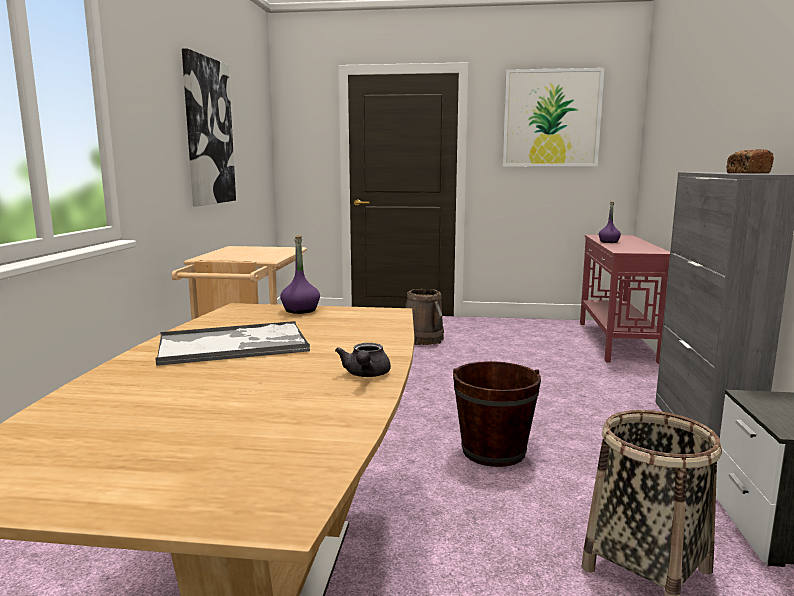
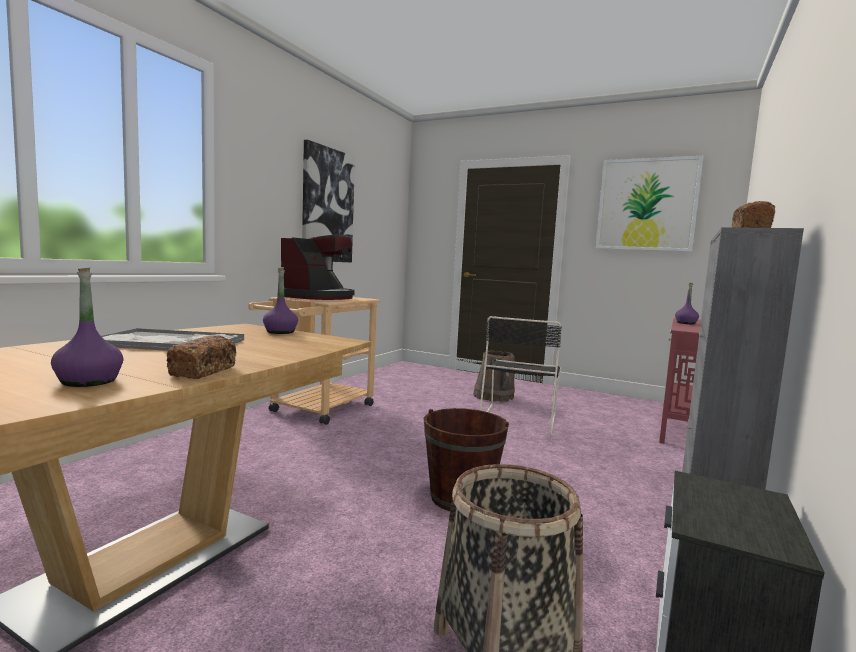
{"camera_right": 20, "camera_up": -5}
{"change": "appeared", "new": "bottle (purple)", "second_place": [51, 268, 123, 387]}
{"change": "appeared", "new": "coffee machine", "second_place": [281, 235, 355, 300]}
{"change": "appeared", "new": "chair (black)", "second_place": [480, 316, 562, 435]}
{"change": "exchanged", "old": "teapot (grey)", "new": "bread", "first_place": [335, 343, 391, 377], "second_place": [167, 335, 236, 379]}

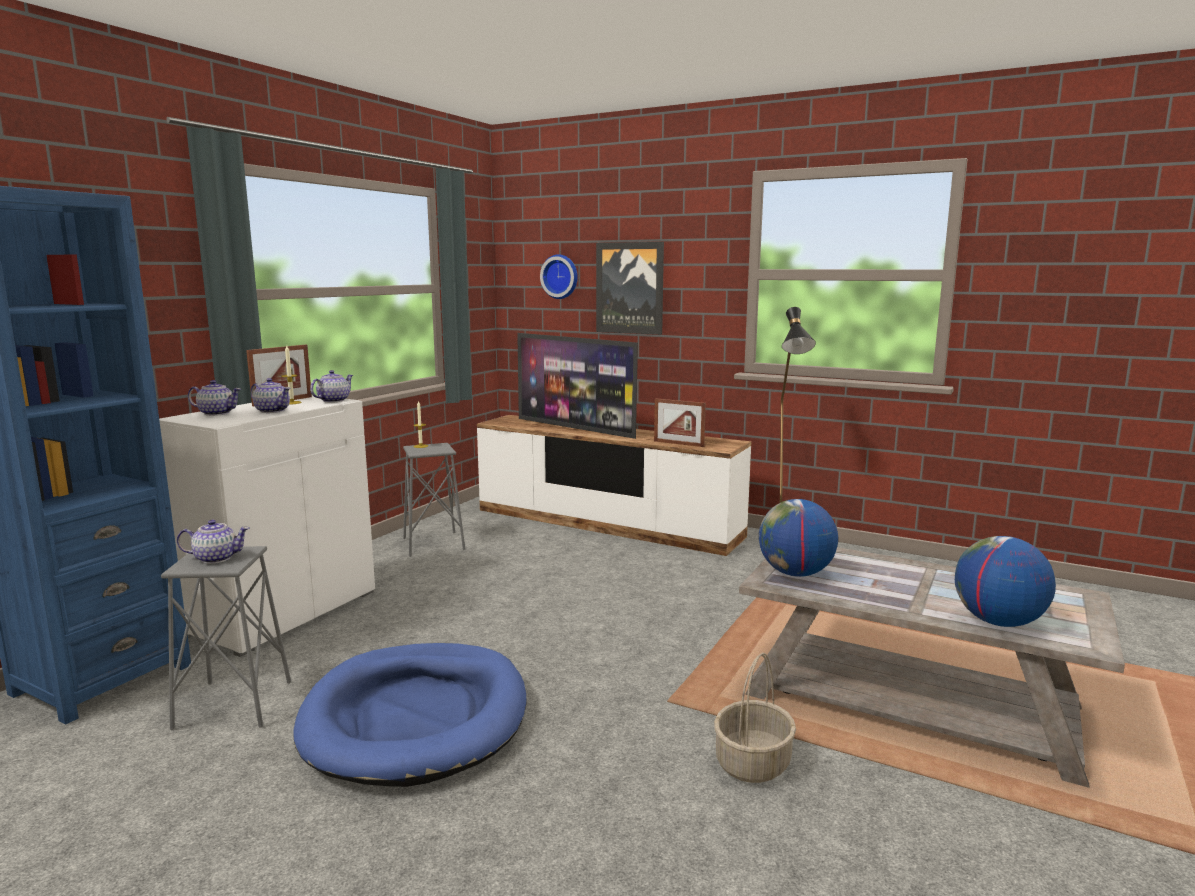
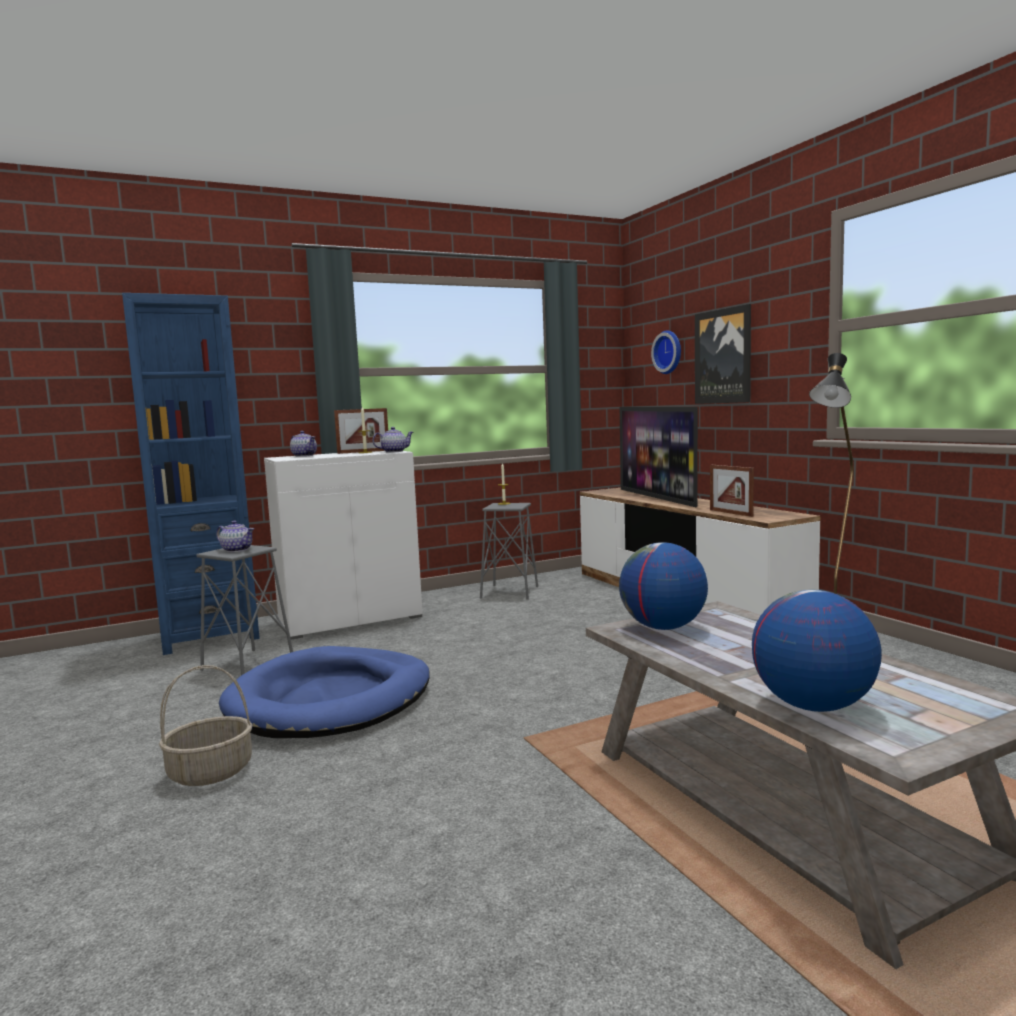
{"camera_right": 35, "camera_up": -5}
{"change": "missing", "old": "teapot", "first_place": [251, 378, 290, 413]}
{"change": "relocated", "old": "basket", "first_place": [714, 653, 796, 783], "second_place": [159, 665, 252, 786]}

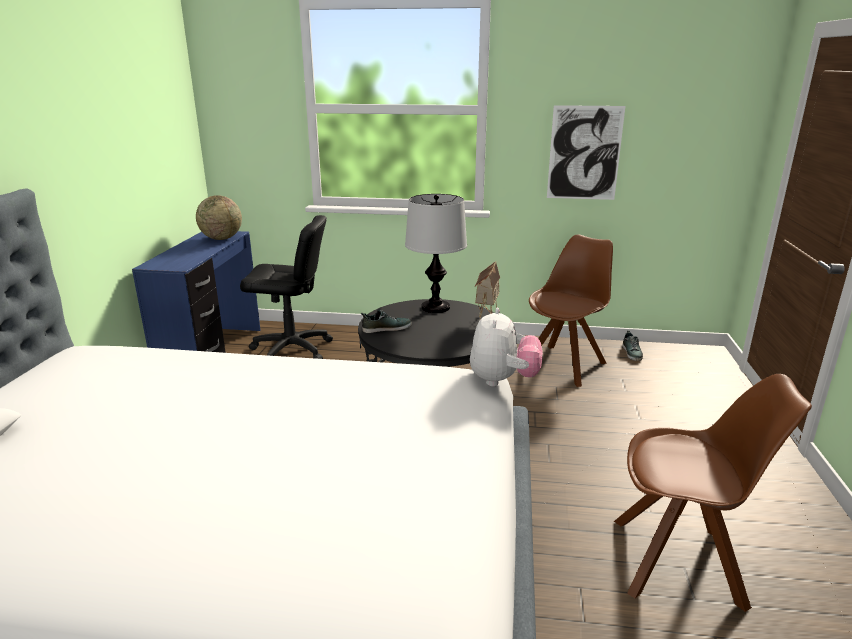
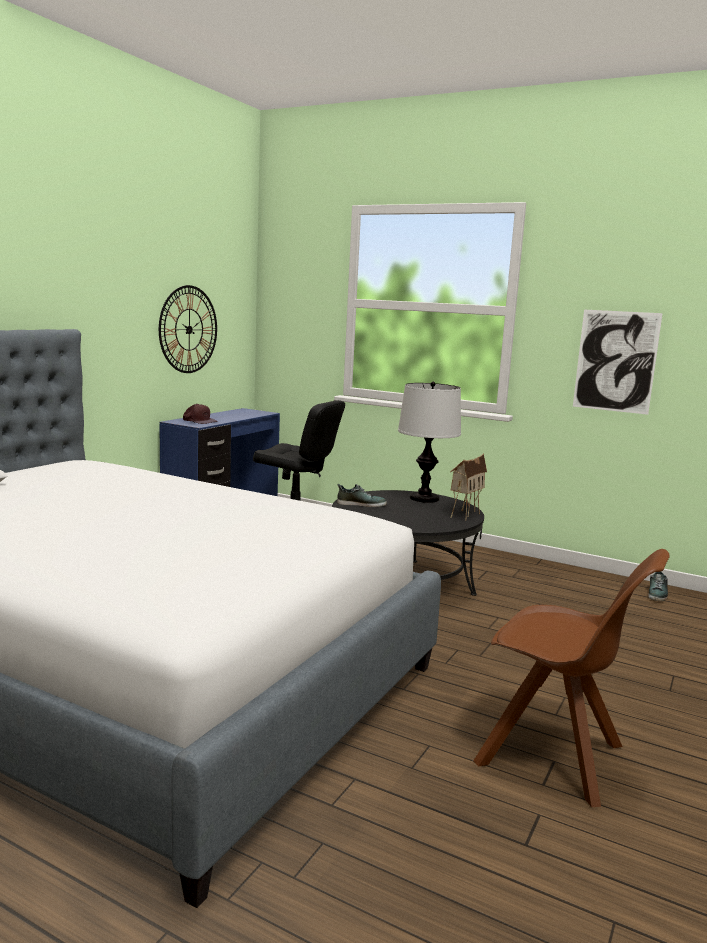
{"camera_right": 20, "camera_up": -10}
{"change": "missing", "old": "globe", "first_place": [196, 196, 242, 240]}
{"change": "missing", "old": "plush toy", "first_place": [470, 308, 543, 387]}
{"change": "missing", "old": "chair (brown)", "first_place": [529, 234, 613, 387]}
{"change": "appeared", "new": "wall clock", "second_place": [159, 285, 217, 373]}
{"change": "appeared", "new": "cap (brown)", "second_place": [183, 404, 218, 424]}

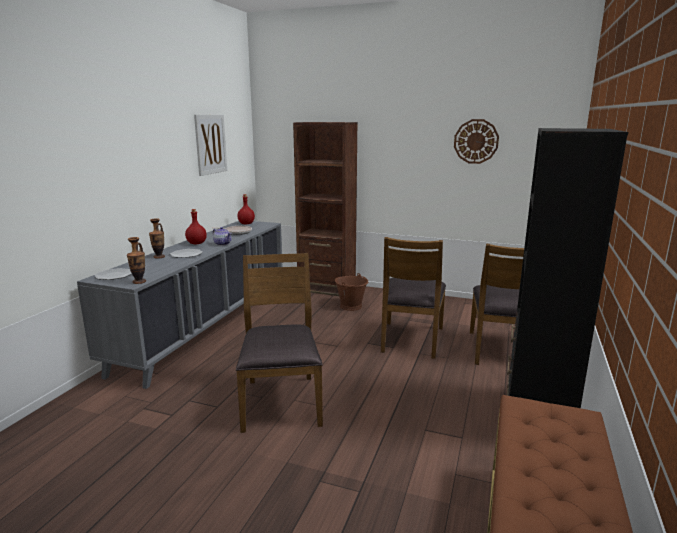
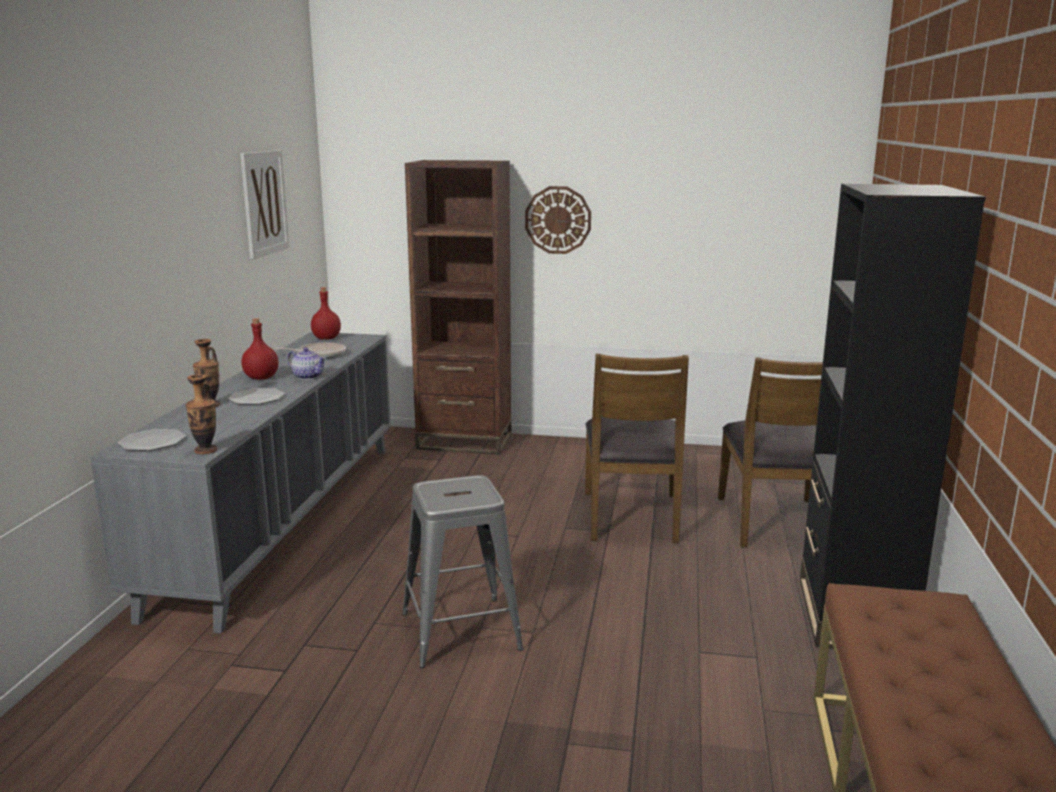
{"camera_right": -10, "camera_up": 0}
{"change": "missing", "old": "bucket (brown)", "first_place": [335, 273, 368, 311]}
{"change": "relocated", "old": "wall clock", "first_place": [454, 119, 499, 164], "second_place": [525, 186, 591, 254]}
{"change": "exchanged", "old": "chair (brown)", "new": "stool (grey)", "first_place": [236, 253, 323, 433], "second_place": [402, 475, 524, 668]}

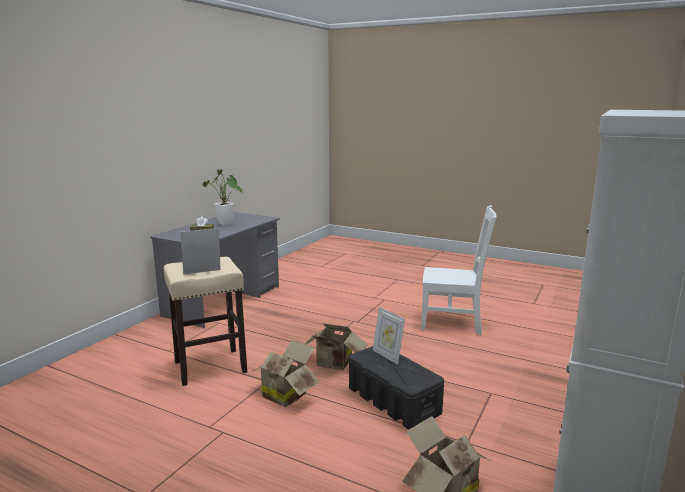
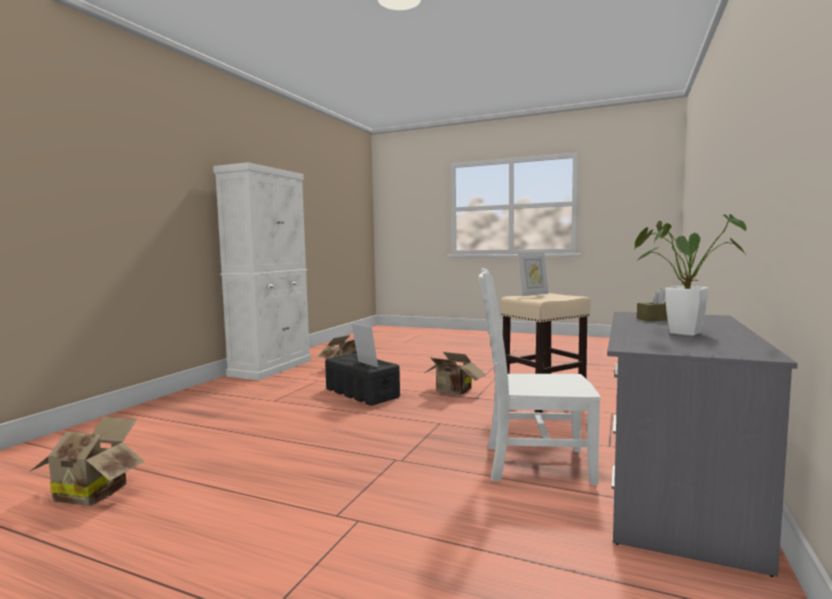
{"camera_right": 175, "camera_up": -10}
{"change": "relocated", "old": "cardboard box", "first_place": [305, 323, 368, 370], "second_place": [29, 417, 145, 506]}
{"change": "relocated", "old": "chair (white)", "first_place": [421, 205, 497, 335], "second_place": [478, 268, 601, 485]}

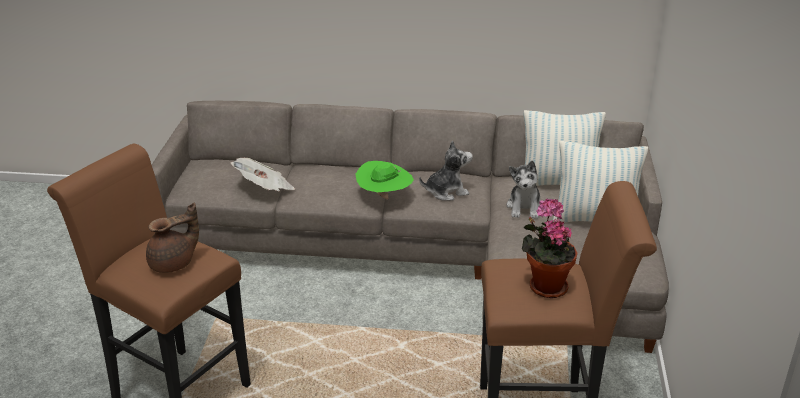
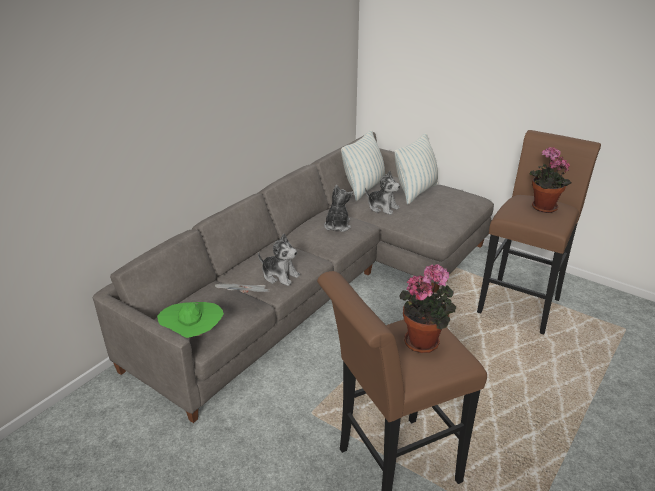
{"camera_right": -60, "camera_up": 0}
{"change": "appeared", "new": "plush toy", "second_place": [258, 234, 300, 286]}
{"change": "relocated", "old": "hat (green)", "first_place": [355, 161, 414, 200], "second_place": [157, 302, 224, 338]}
{"change": "exchanged", "old": "teapot (brown)", "new": "potted plant", "first_place": [146, 203, 199, 273], "second_place": [399, 264, 456, 353]}

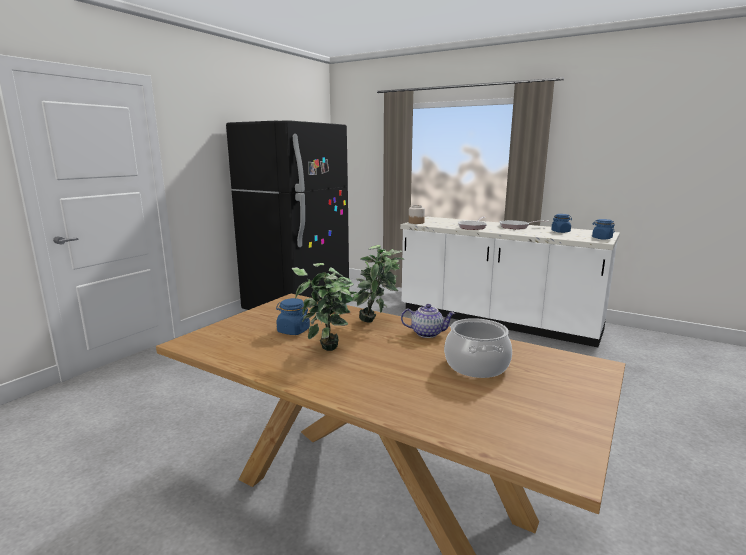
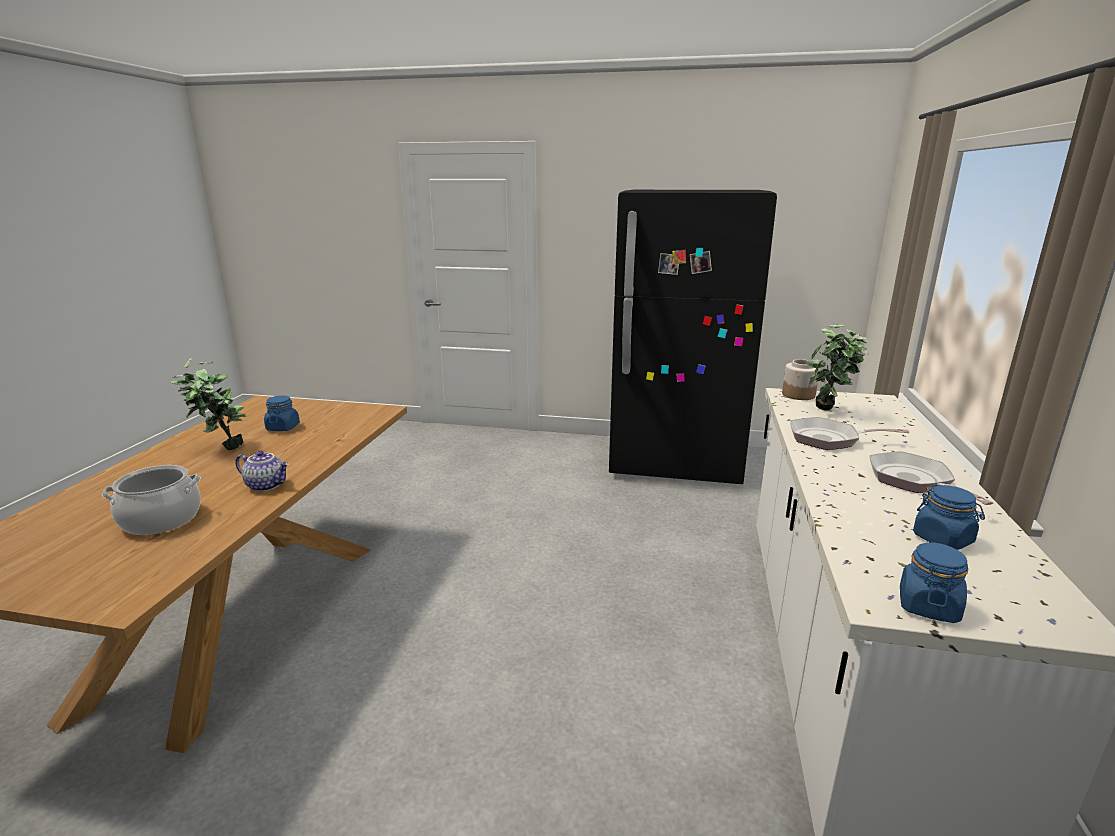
{"camera_right": 70, "camera_up": 5}
{"change": "relocated", "old": "potted plant", "first_place": [351, 245, 404, 323], "second_place": [806, 325, 868, 411]}
{"change": "spun", "old": "teapot", "first_place": [401, 304, 456, 338], "second_place": [235, 451, 289, 492], "degrees": -60}

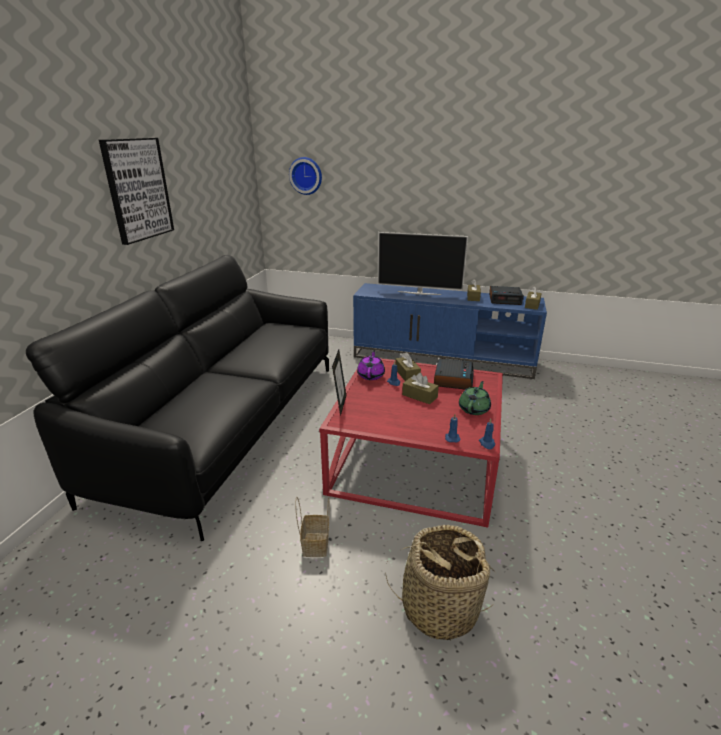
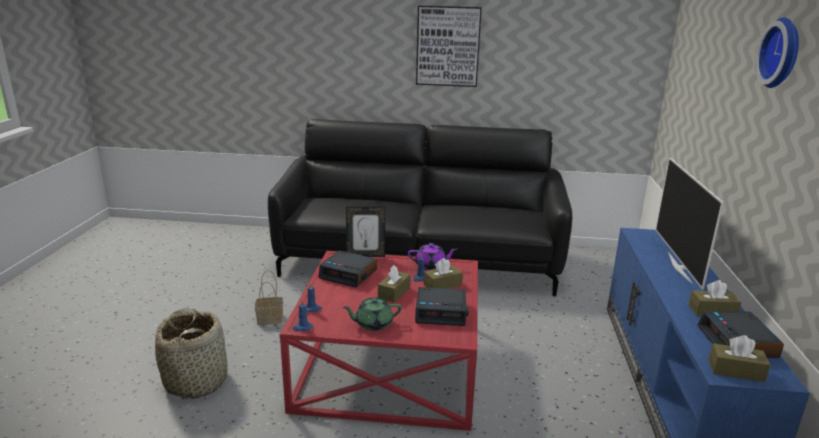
{"camera_right": 80, "camera_up": -5}
{"change": "appeared", "new": "alarm clock", "second_place": [319, 251, 377, 287]}
{"change": "relocated", "old": "wall clock", "first_place": [289, 157, 322, 195], "second_place": [755, 17, 799, 88]}
{"change": "spun", "old": "teapot (green)", "first_place": [459, 381, 491, 415], "second_place": [342, 298, 402, 331], "degrees": 150}

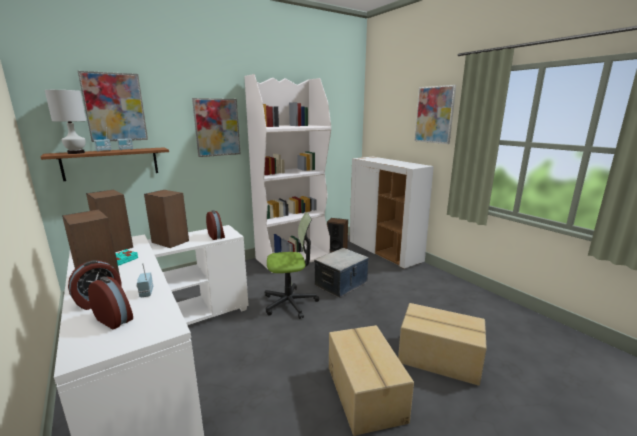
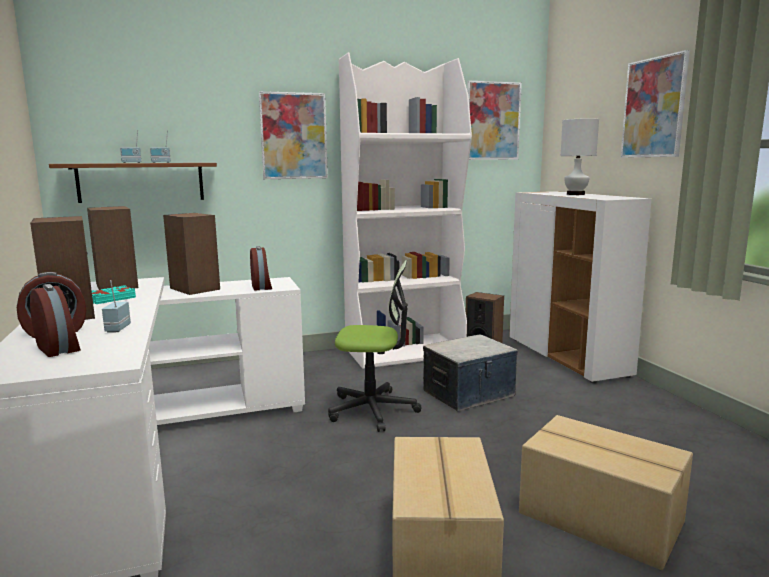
{"camera_right": 15, "camera_up": -5}
{"change": "relocated", "old": "table lamp (white)", "first_place": [45, 90, 86, 154], "second_place": [561, 118, 599, 195]}
{"change": "relocated", "old": "picture", "first_place": [78, 71, 148, 142], "second_place": [467, 81, 522, 160]}

